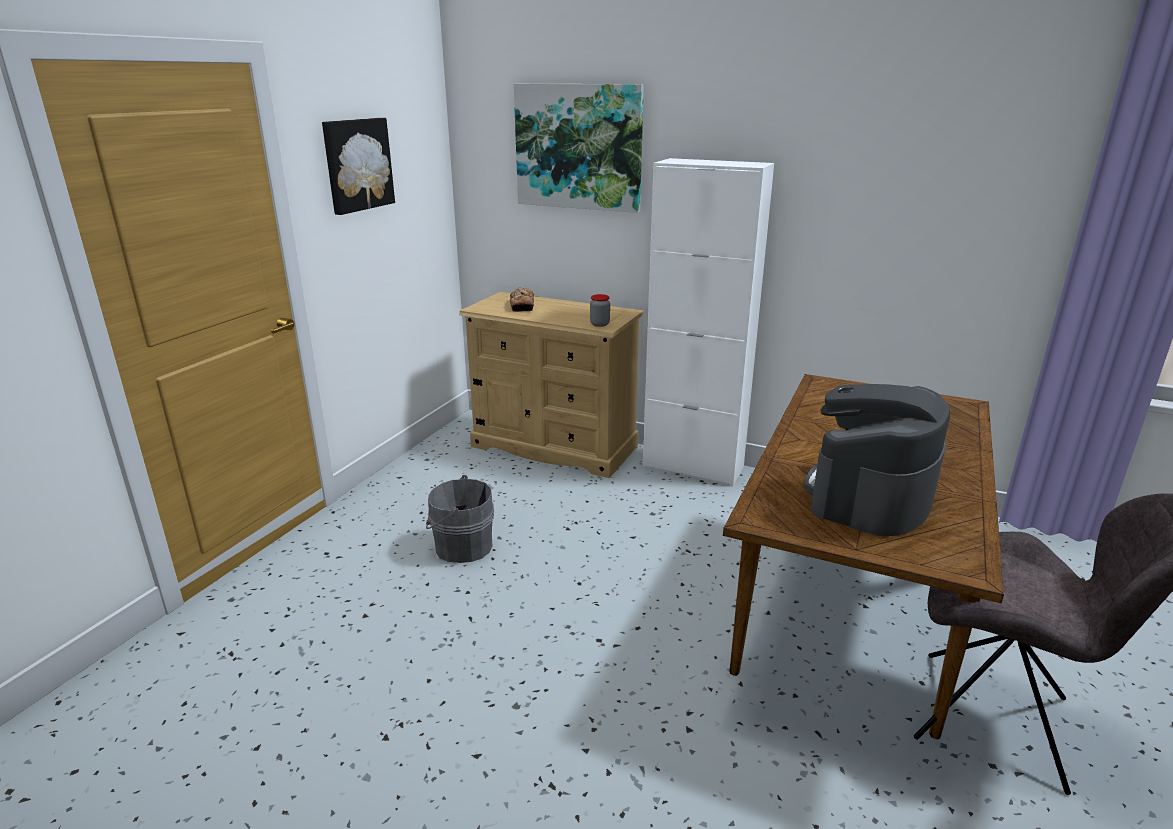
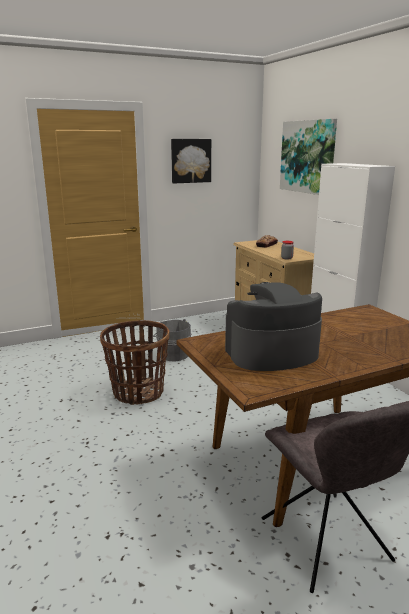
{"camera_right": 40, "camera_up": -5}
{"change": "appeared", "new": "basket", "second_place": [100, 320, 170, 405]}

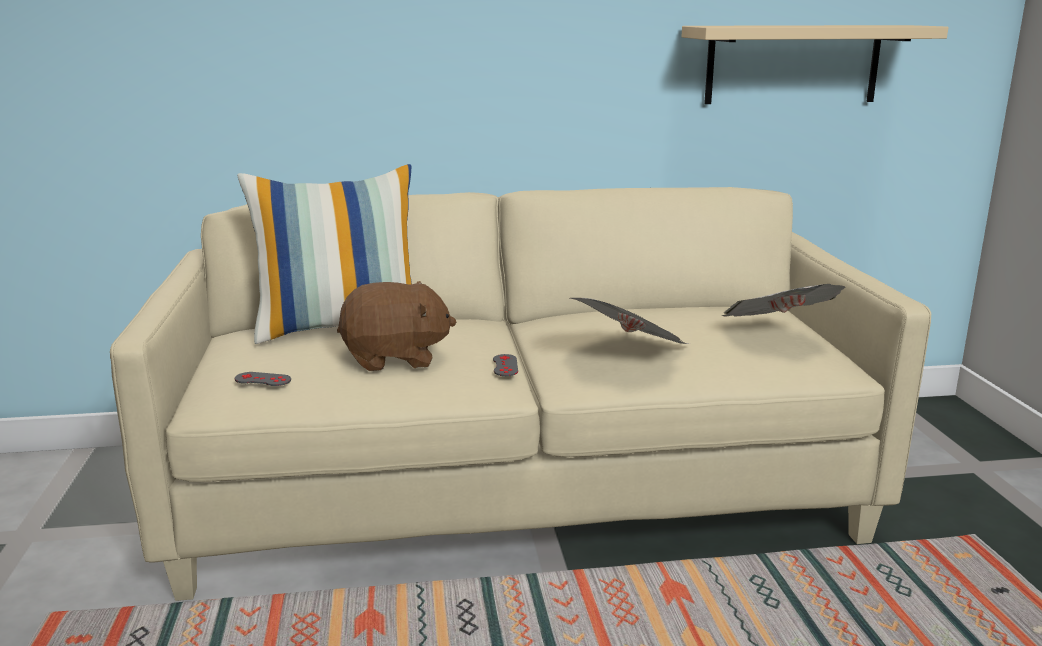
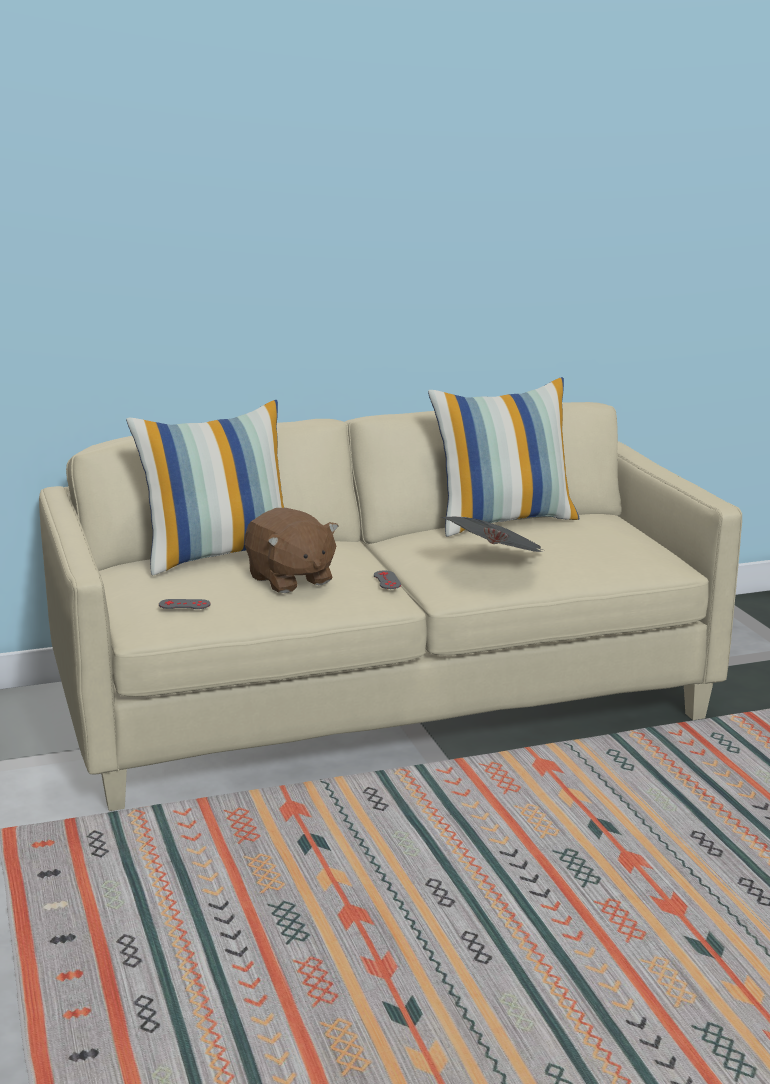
{"camera_right": -10, "camera_up": 0}
{"change": "missing", "old": "shelf (beige)", "first_place": [681, 25, 948, 104]}
{"change": "missing", "old": "newspaper", "first_place": [722, 284, 846, 317]}
{"change": "appeared", "new": "pillow", "second_place": [428, 377, 580, 537]}
{"change": "spun", "old": "plush toy (brown)", "first_place": [337, 281, 456, 371], "second_place": [245, 508, 339, 593], "degrees": 75}

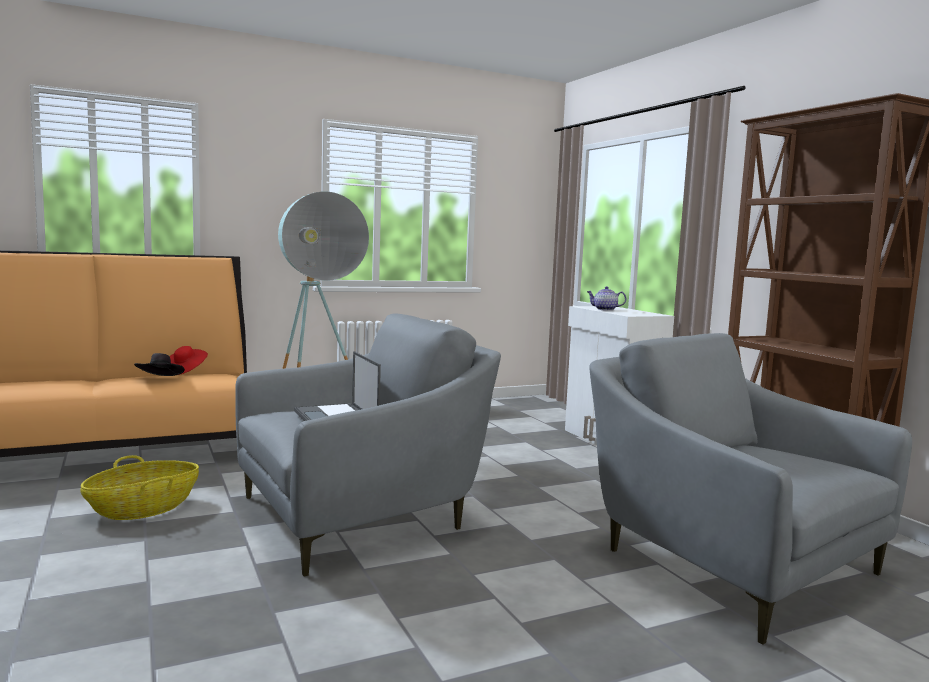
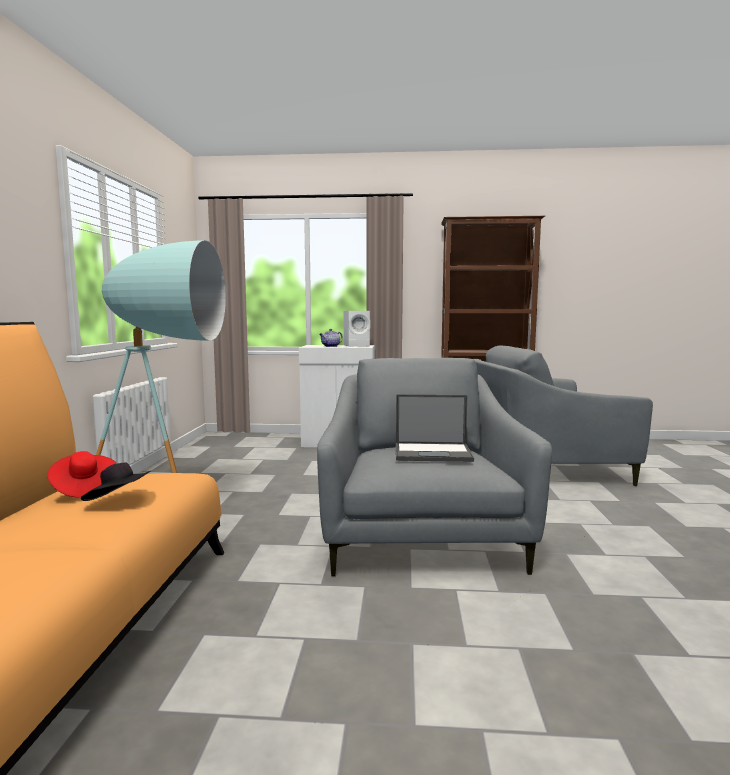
{"camera_right": -60, "camera_up": 0}
{"change": "missing", "old": "basket", "first_place": [80, 455, 199, 520]}
{"change": "appeared", "new": "speaker (white)", "second_place": [344, 311, 370, 347]}

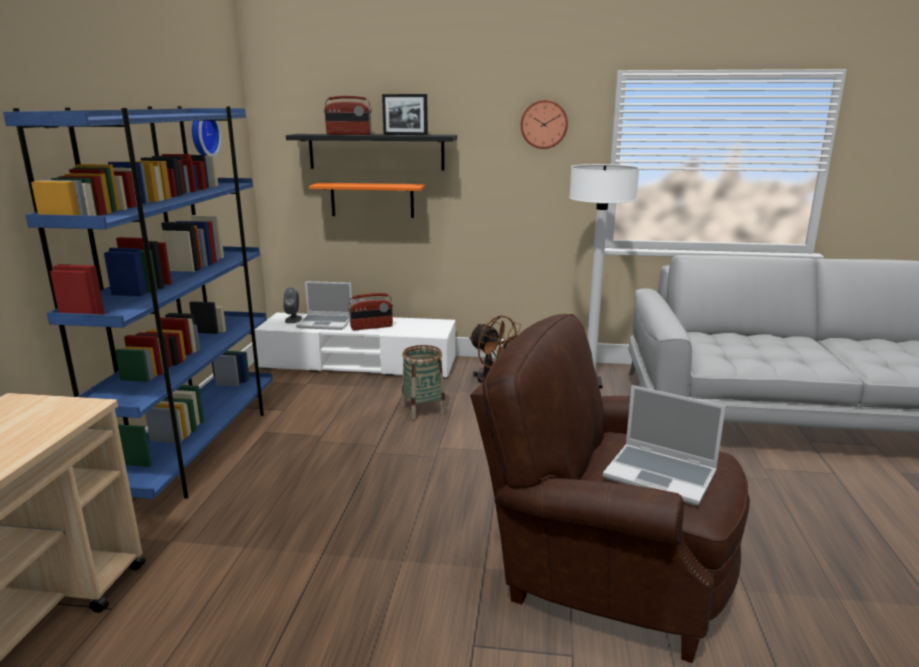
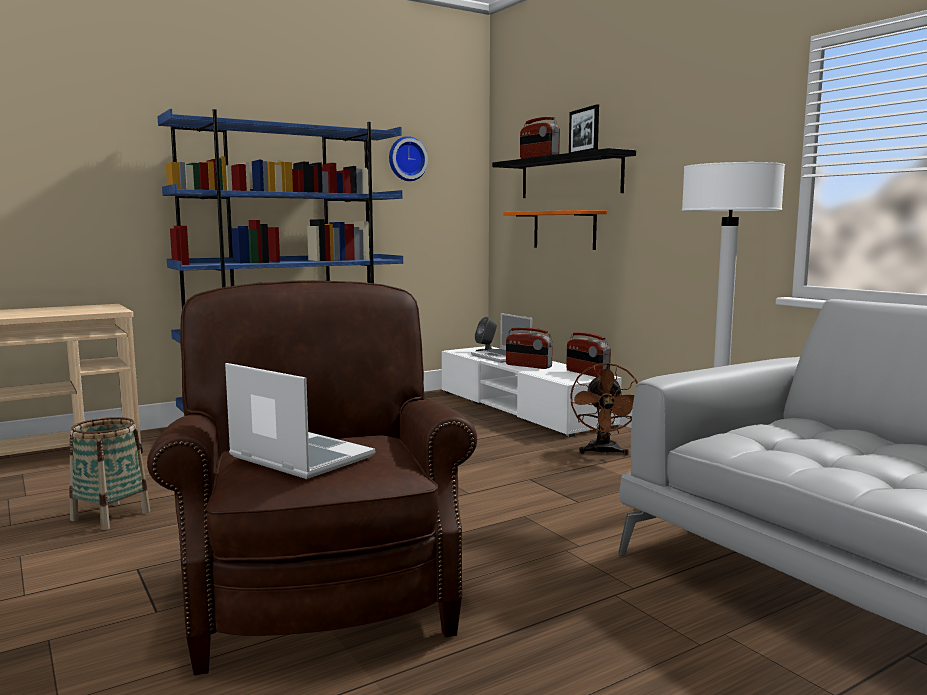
{"camera_right": 50, "camera_up": -10}
{"change": "missing", "old": "wall clock", "first_place": [521, 100, 568, 149]}
{"change": "appeared", "new": "radio", "second_place": [566, 332, 611, 377]}
{"change": "relocated", "old": "basket", "first_place": [402, 345, 446, 420], "second_place": [70, 417, 150, 530]}
{"change": "spun", "old": "laptop", "first_place": [603, 385, 726, 505], "second_place": [225, 363, 375, 479], "degrees": 135}

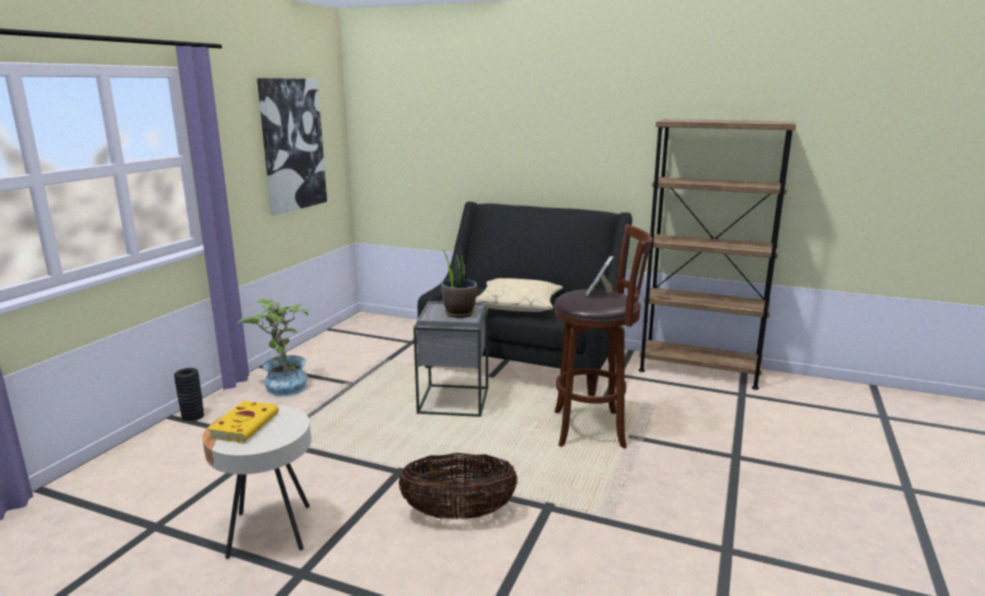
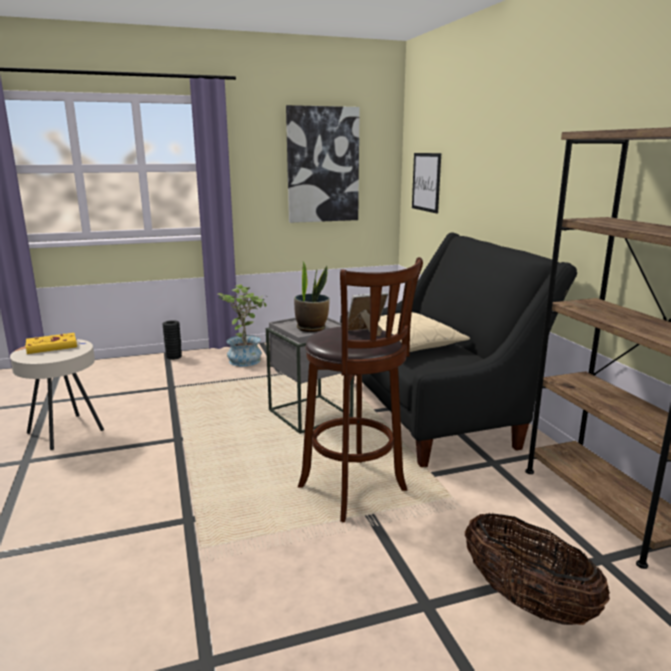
{"camera_right": 50, "camera_up": 0}
{"change": "appeared", "new": "picture", "second_place": [412, 153, 441, 214]}
{"change": "relocated", "old": "basket", "first_place": [399, 453, 518, 519], "second_place": [465, 513, 610, 625]}

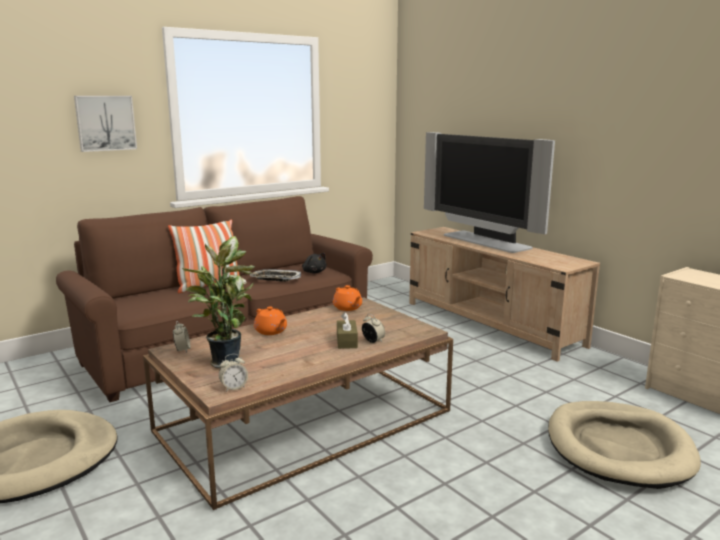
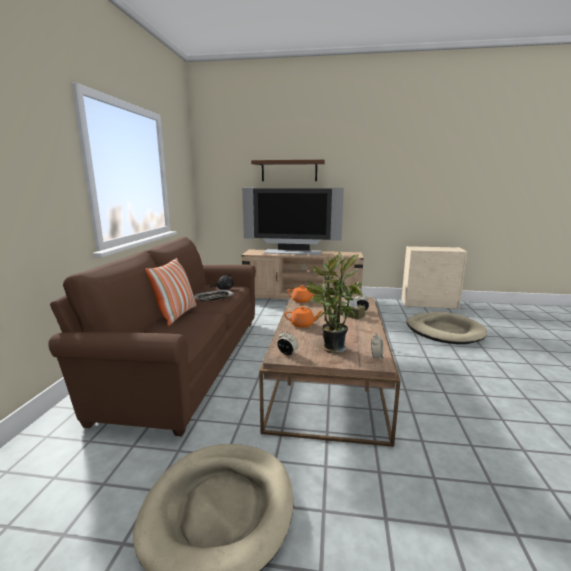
{"camera_right": -45, "camera_up": 0}
{"change": "missing", "old": "picture", "first_place": [74, 96, 137, 152]}
{"change": "appeared", "new": "shelf (brown)", "second_place": [251, 160, 325, 181]}

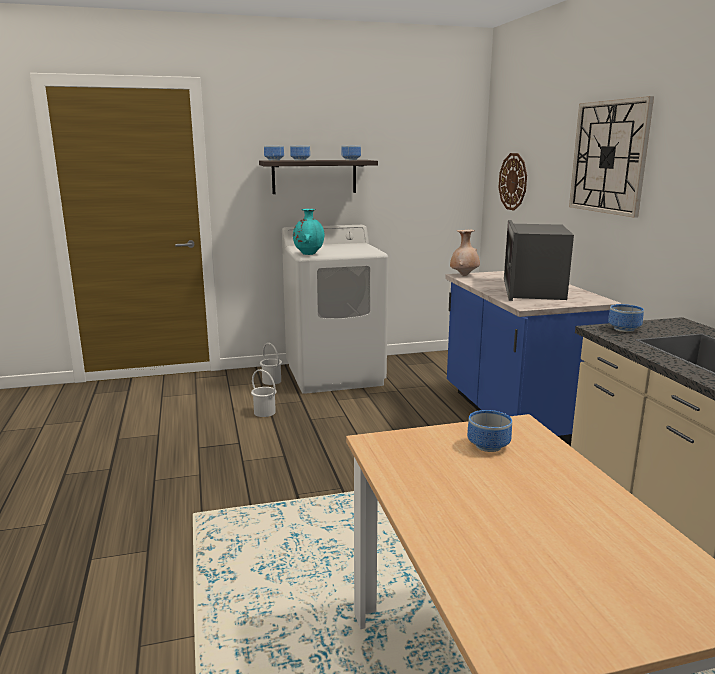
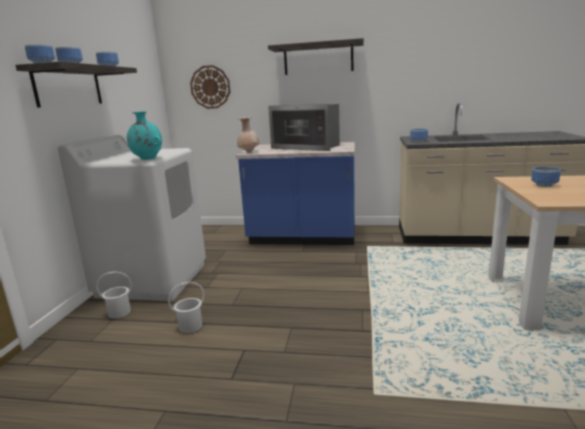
{"camera_right": -65, "camera_up": 0}
{"change": "exchanged", "old": "wall clock", "new": "shelf", "first_place": [569, 96, 654, 218], "second_place": [268, 38, 364, 75]}

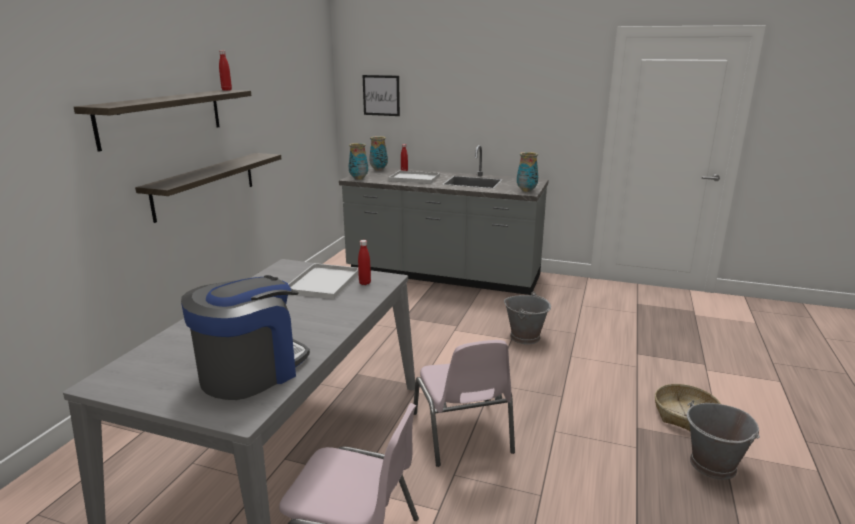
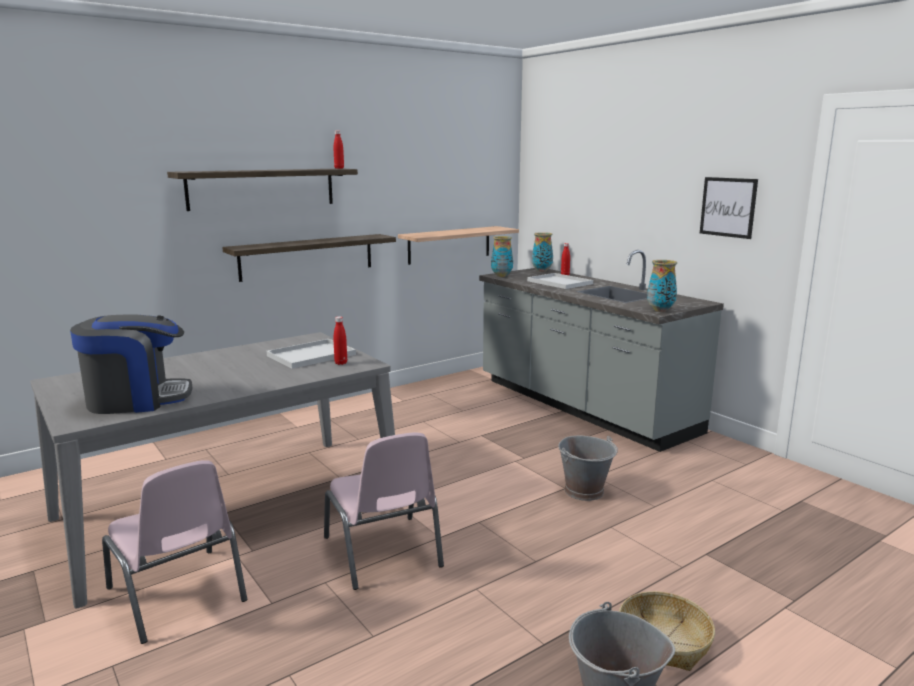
{"camera_right": 35, "camera_up": -5}
{"change": "appeared", "new": "shelf", "second_place": [398, 226, 519, 265]}
{"change": "relocated", "old": "picture", "first_place": [363, 75, 400, 116], "second_place": [700, 177, 758, 239]}
{"change": "spun", "old": "chair (pink)", "first_place": [414, 340, 515, 467], "second_place": [324, 432, 444, 590], "degrees": -45}

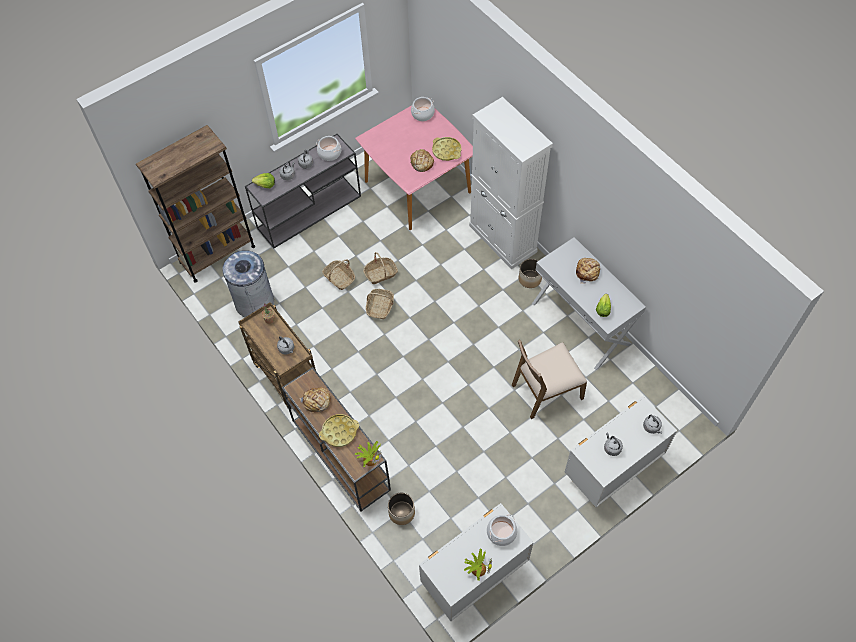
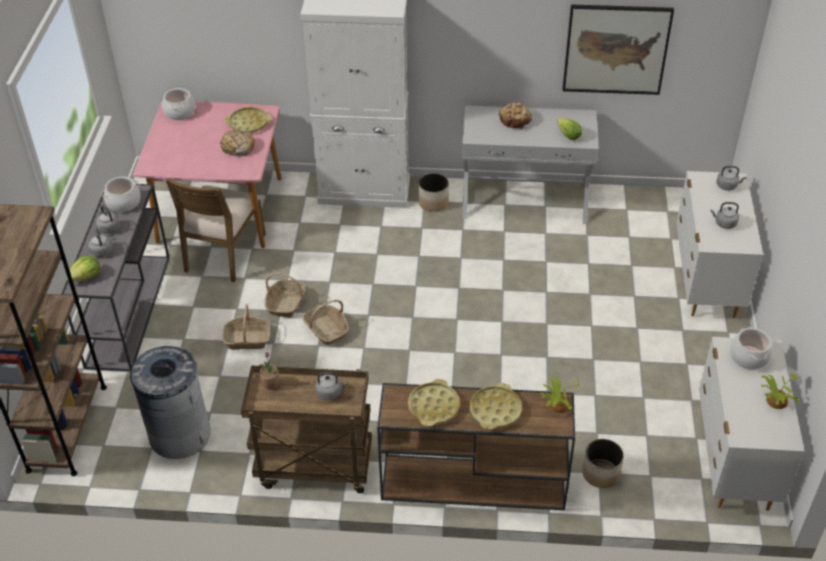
{"camera_right": -50, "camera_up": -15}
{"change": "appeared", "new": "picture", "second_place": [563, 4, 674, 95]}
{"change": "relocated", "old": "chair (brown)", "first_place": [512, 340, 587, 419], "second_place": [166, 178, 266, 282]}
{"change": "exchanged", "old": "bread", "new": "tray (yellow)", "first_place": [300, 387, 330, 413], "second_place": [408, 379, 460, 427]}

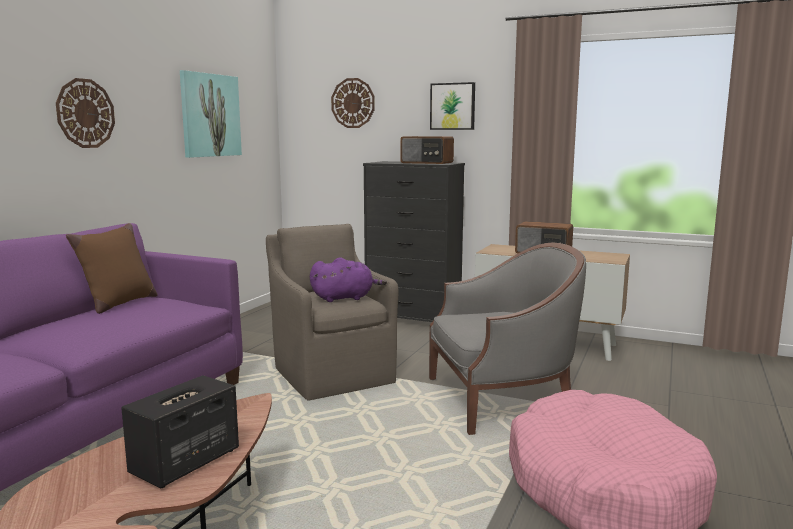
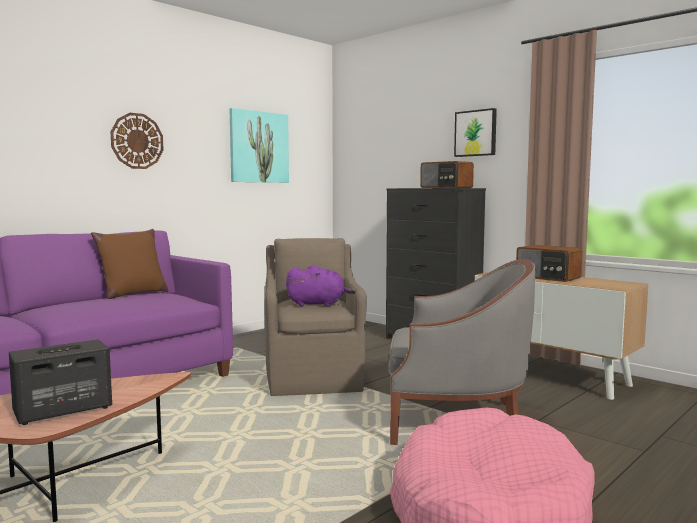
{"camera_right": 20, "camera_up": -5}
{"change": "missing", "old": "wall clock", "first_place": [331, 78, 375, 128]}

